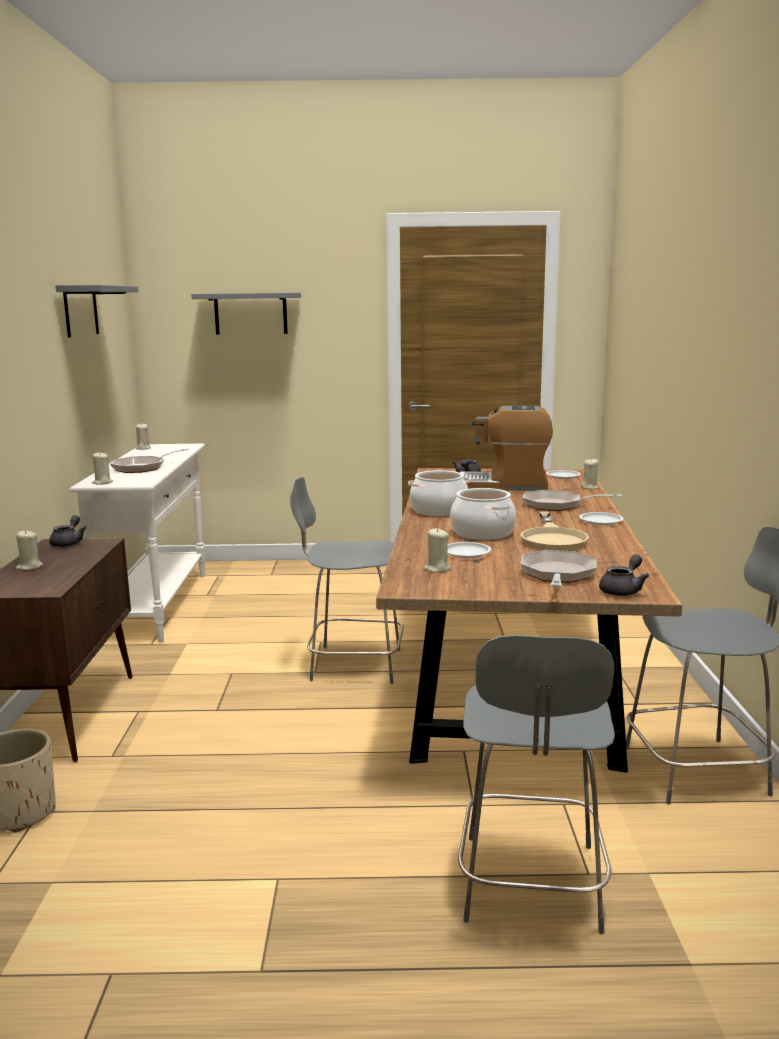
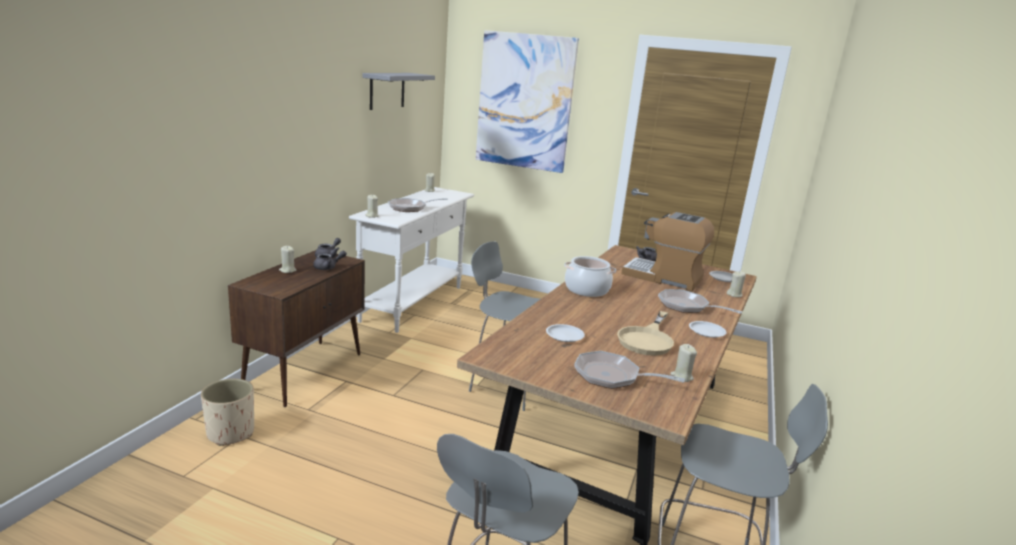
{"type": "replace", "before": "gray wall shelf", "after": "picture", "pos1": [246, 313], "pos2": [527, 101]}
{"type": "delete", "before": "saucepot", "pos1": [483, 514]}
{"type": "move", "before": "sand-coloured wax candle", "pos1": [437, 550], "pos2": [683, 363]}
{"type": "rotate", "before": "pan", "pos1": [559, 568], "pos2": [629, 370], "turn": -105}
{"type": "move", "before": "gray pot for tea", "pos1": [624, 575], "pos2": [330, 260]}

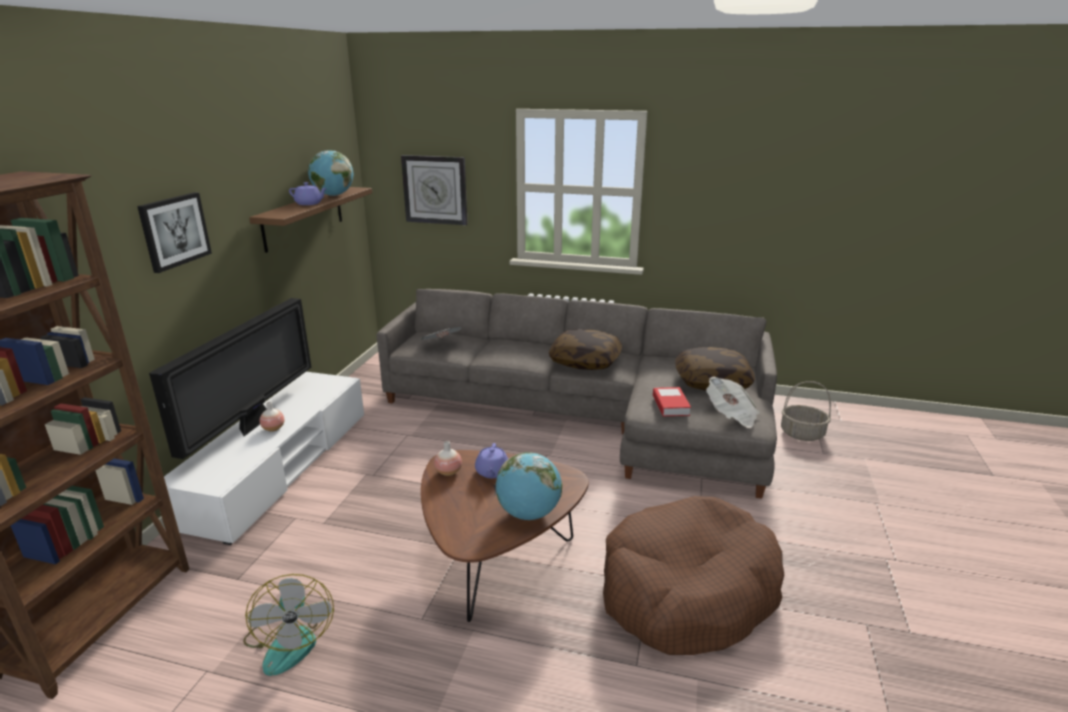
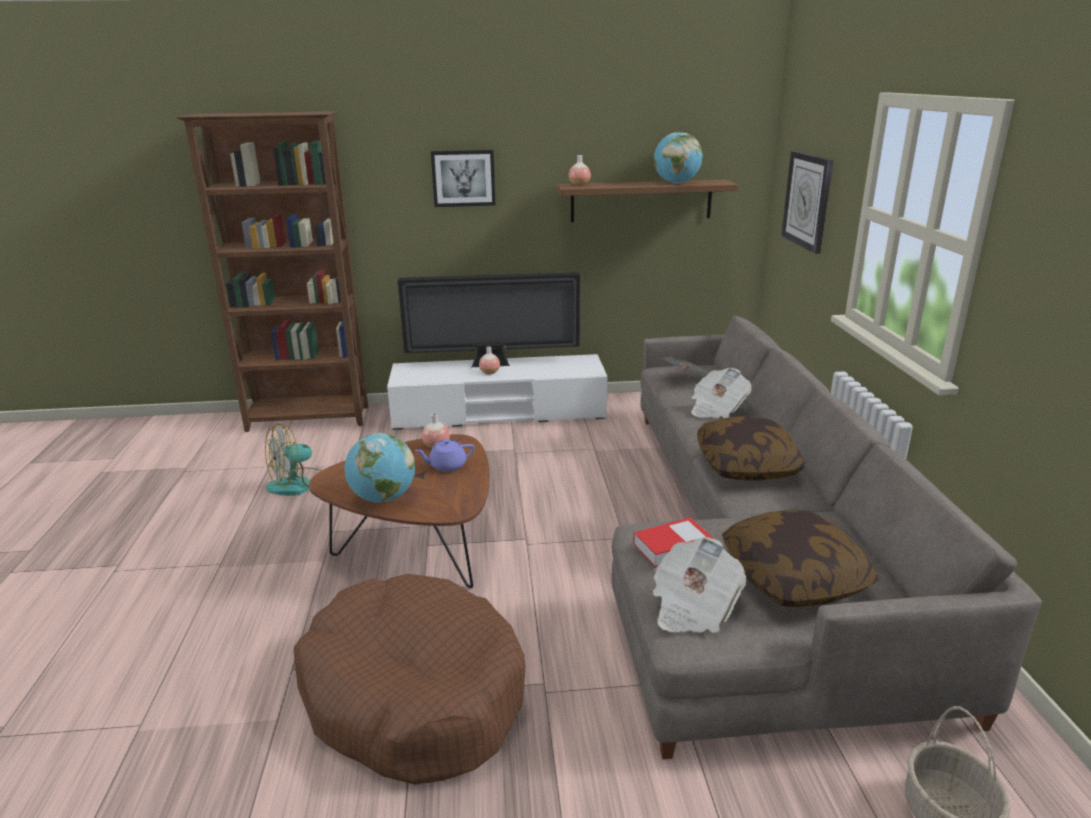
{"type": "delete", "before": "purple-coloured pot for tea", "pos1": [308, 193]}
{"type": "insert", "after": "flower vase", "pos2": [580, 170]}
{"type": "insert", "after": "printed paper", "pos2": [721, 393]}

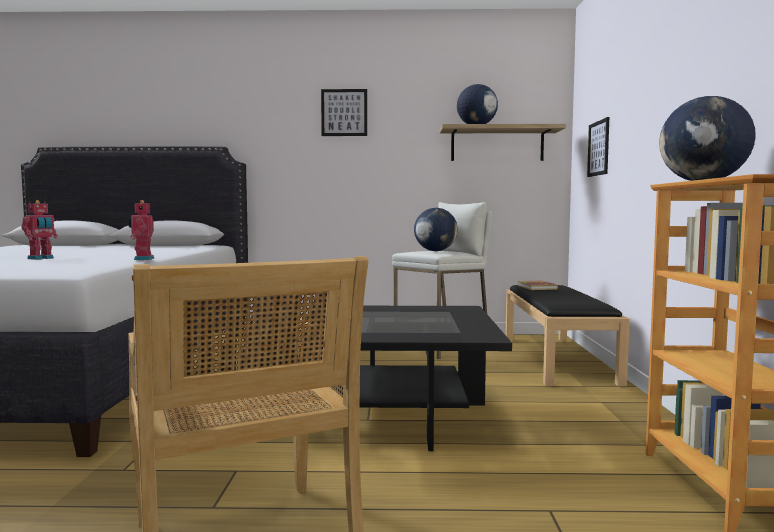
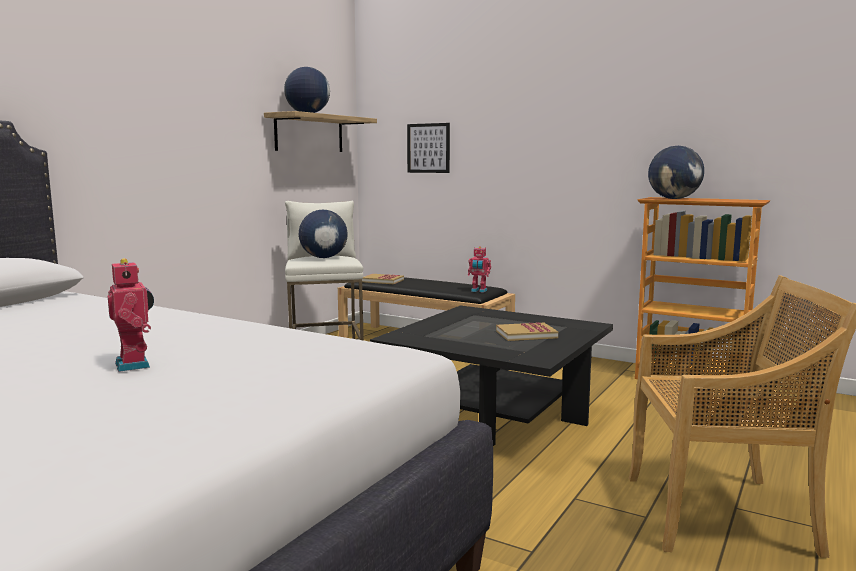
{"type": "delete", "before": "picture", "pos1": [344, 112]}
{"type": "move", "before": "robot figure", "pos1": [141, 230], "pos2": [479, 269]}
{"type": "insert", "after": "volume", "pos2": [527, 331]}

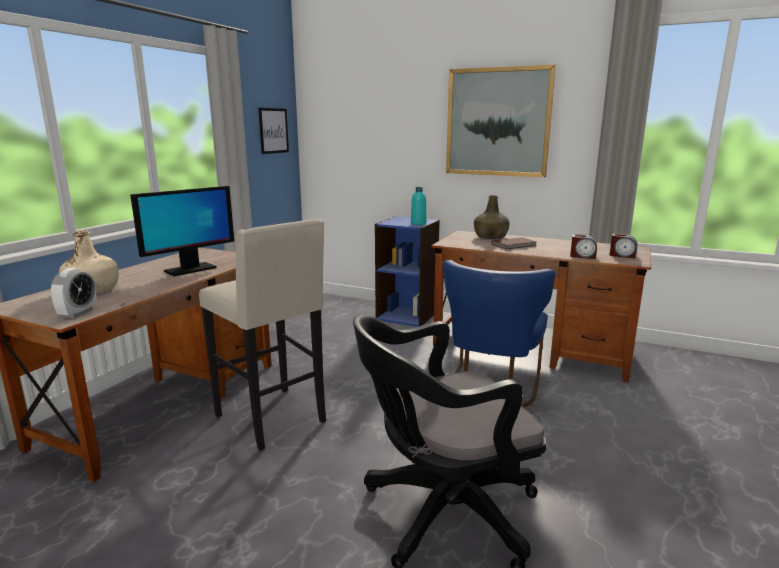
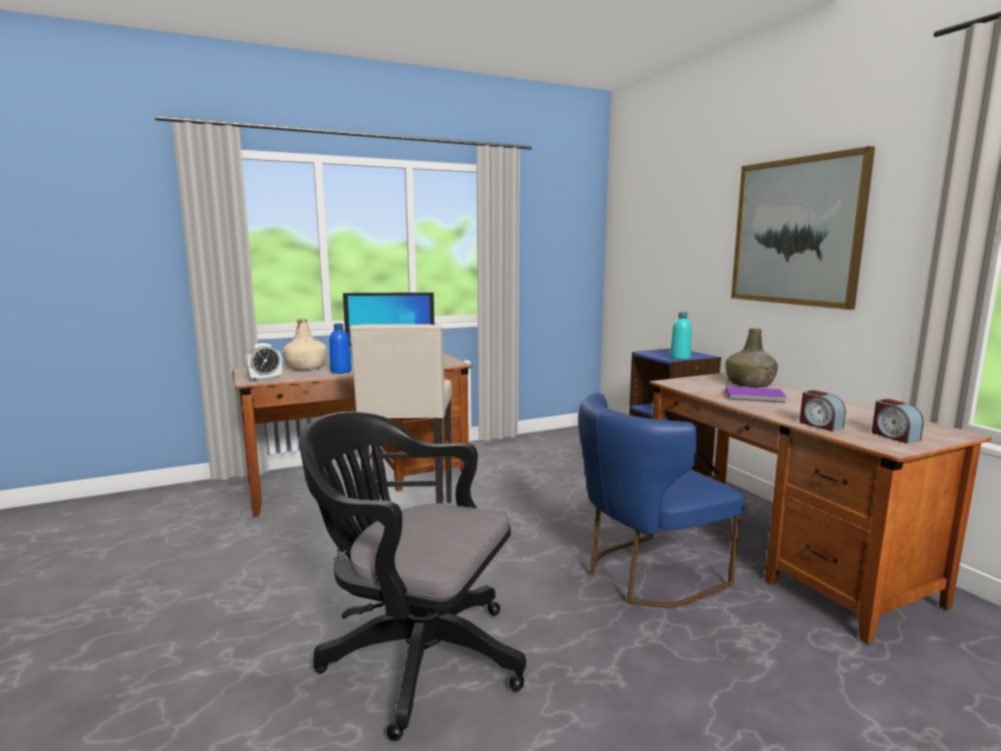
{"type": "delete", "before": "picture", "pos1": [273, 131]}
{"type": "recolor", "before": "brownish volume", "after": "purple-coloured volume", "pos1": [514, 243], "pos2": [756, 394]}
{"type": "insert", "after": "blue bottle", "pos2": [340, 348]}

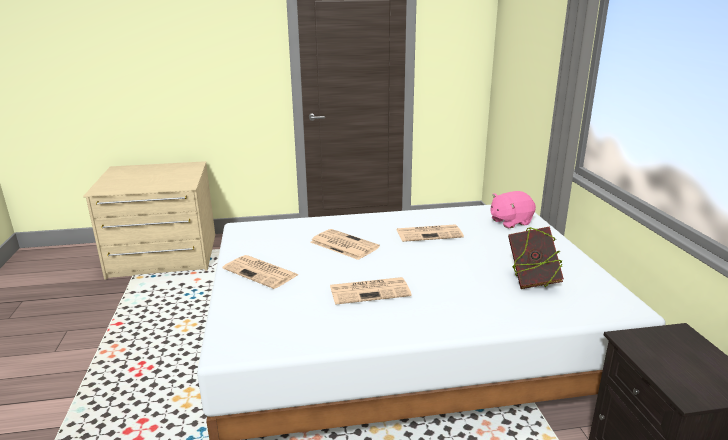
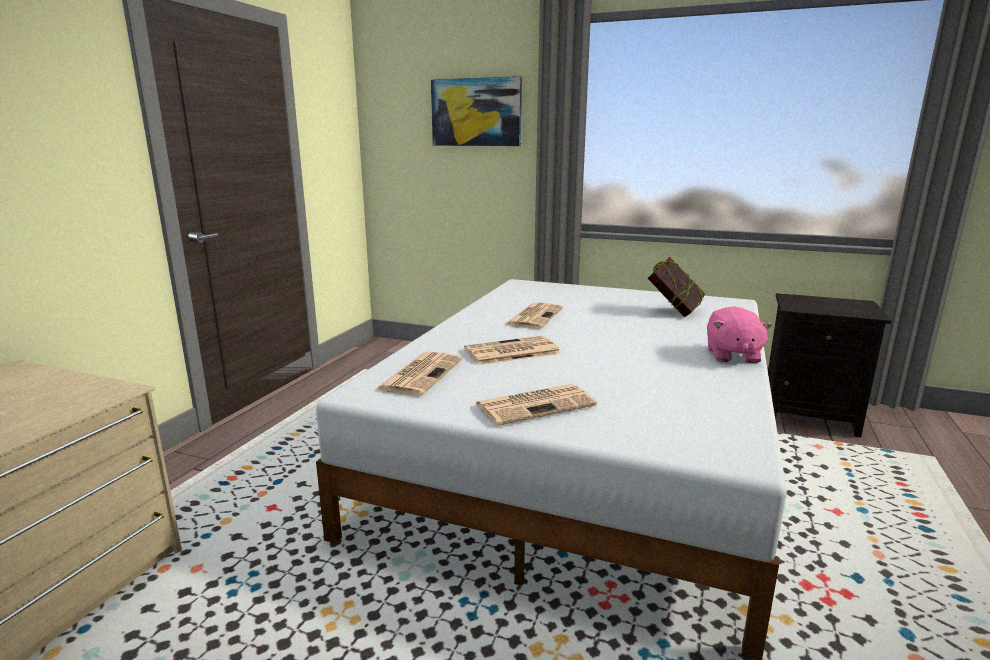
{"type": "move", "before": "pink-coloured soft toy", "pos1": [513, 209], "pos2": [740, 334]}
{"type": "move", "before": "printed paper", "pos1": [371, 291], "pos2": [418, 374]}
{"type": "insert", "after": "picture", "pos2": [476, 111]}

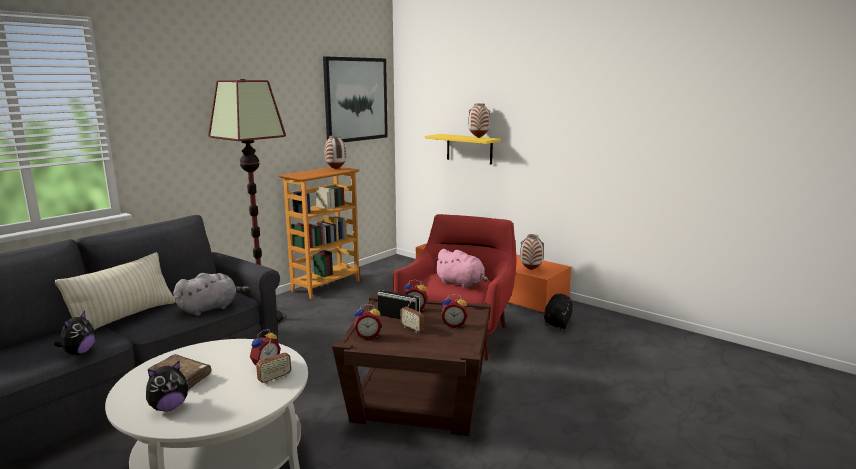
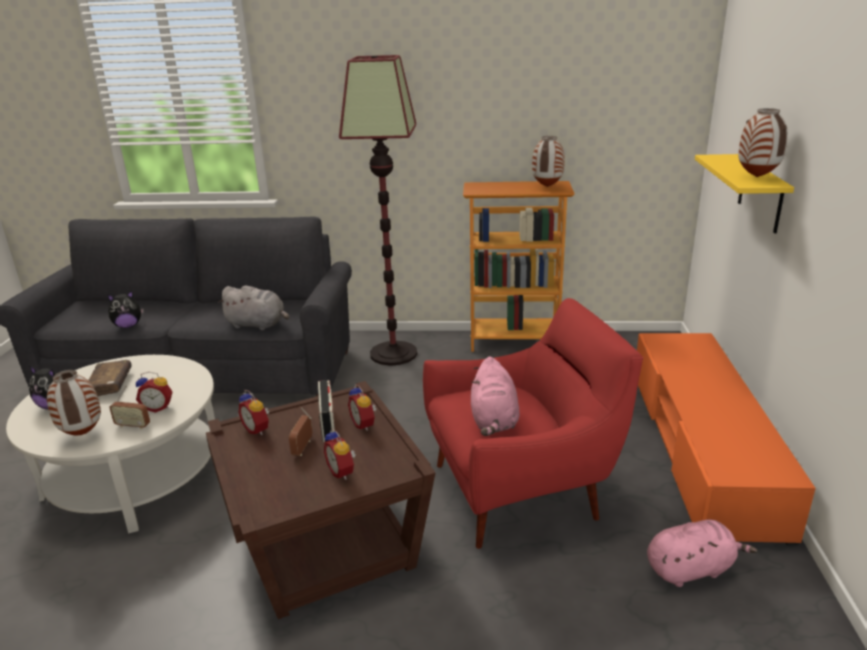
{"type": "delete", "before": "picture", "pos1": [355, 99]}
{"type": "move", "before": "flower vase", "pos1": [532, 252], "pos2": [74, 402]}
{"type": "delete", "before": "sand-coloured pillow", "pos1": [115, 291]}
{"type": "recolor", "before": "black-coloured soft toy", "after": "pink-coloured soft toy", "pos1": [558, 311], "pos2": [702, 553]}

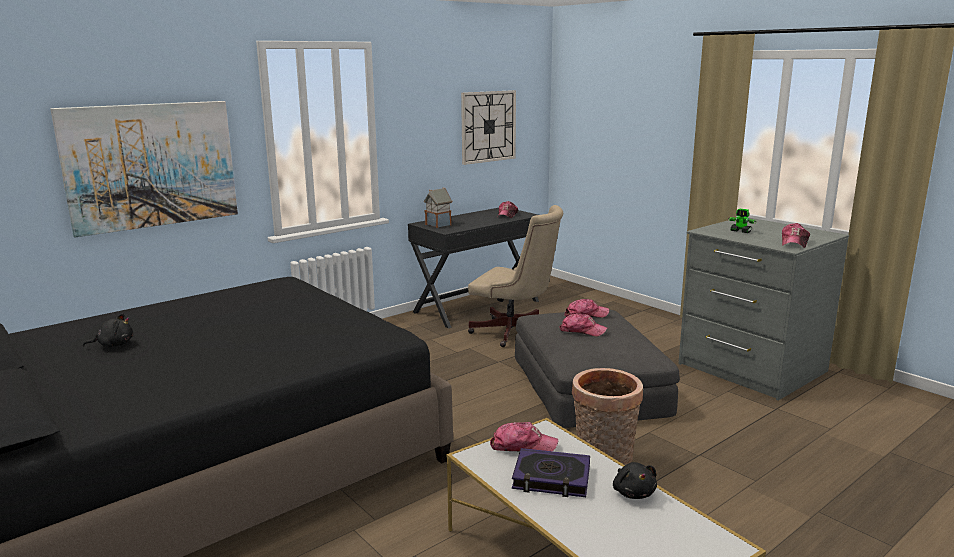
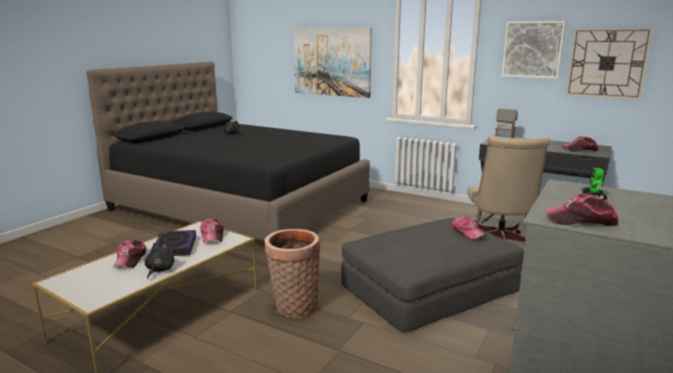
{"type": "move", "before": "baseball cap", "pos1": [583, 324], "pos2": [130, 254]}
{"type": "rotate", "before": "black-coloured soft toy", "pos1": [635, 480], "pos2": [159, 260], "turn": 135}
{"type": "insert", "after": "picture", "pos2": [534, 50]}

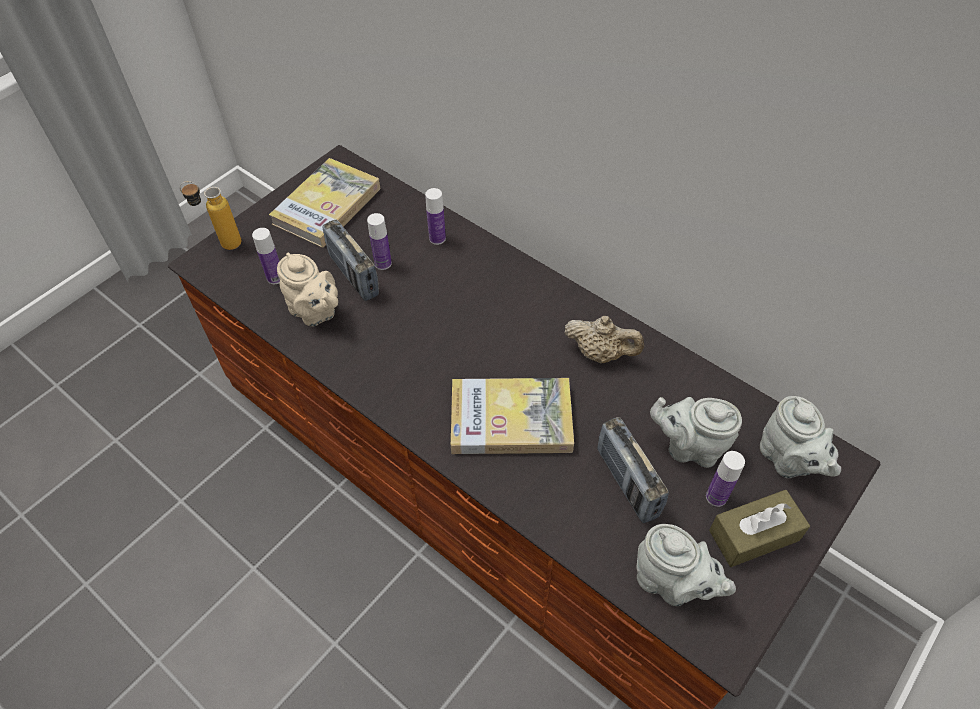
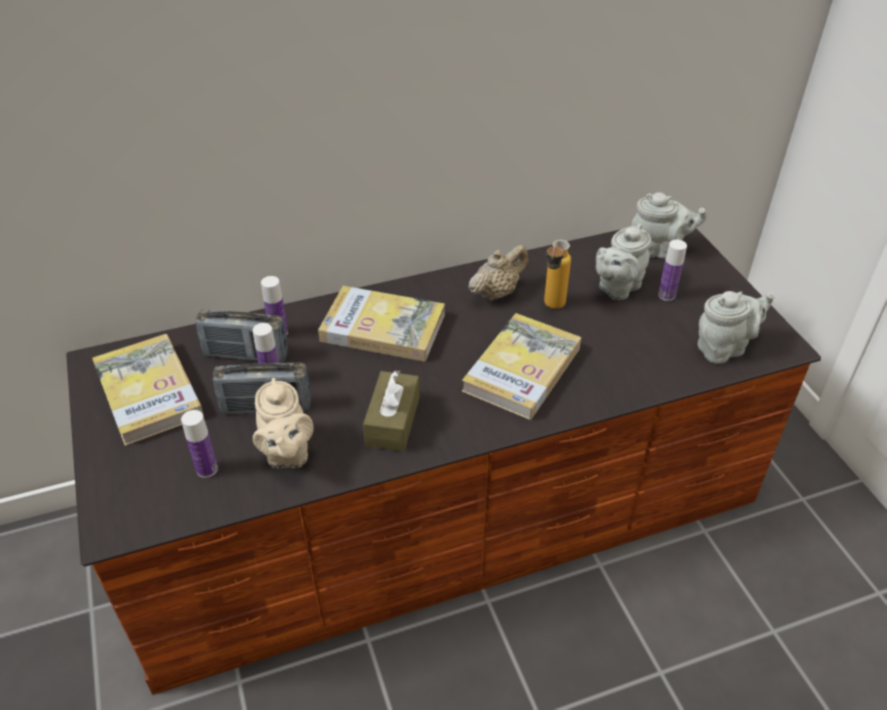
{"type": "move", "before": "bottle", "pos1": [210, 215], "pos2": [557, 274]}
{"type": "rotate", "before": "sand-coloured pot for tea", "pos1": [307, 290], "pos2": [283, 423], "turn": 90}
{"type": "move", "before": "radio set", "pos1": [633, 470], "pos2": [241, 336]}
{"type": "move", "before": "brownish tissue box", "pos1": [759, 528], "pos2": [391, 411]}
{"type": "insert", "after": "volume", "pos2": [381, 324]}

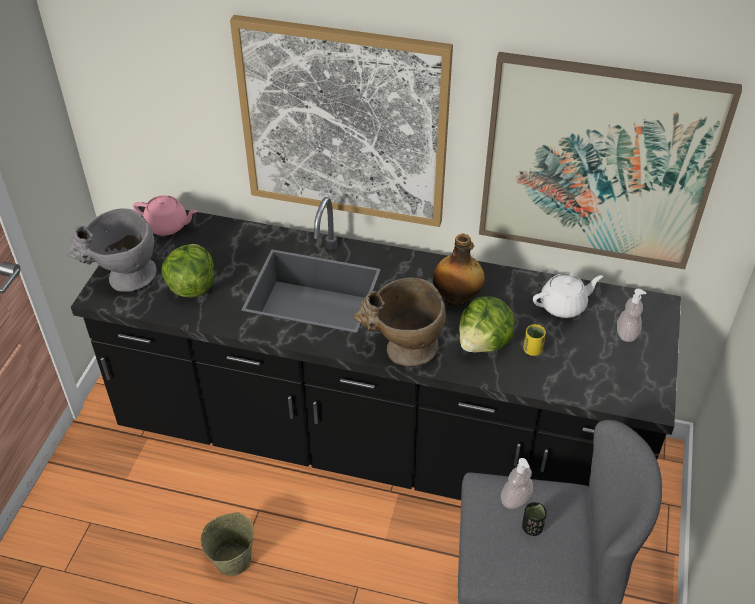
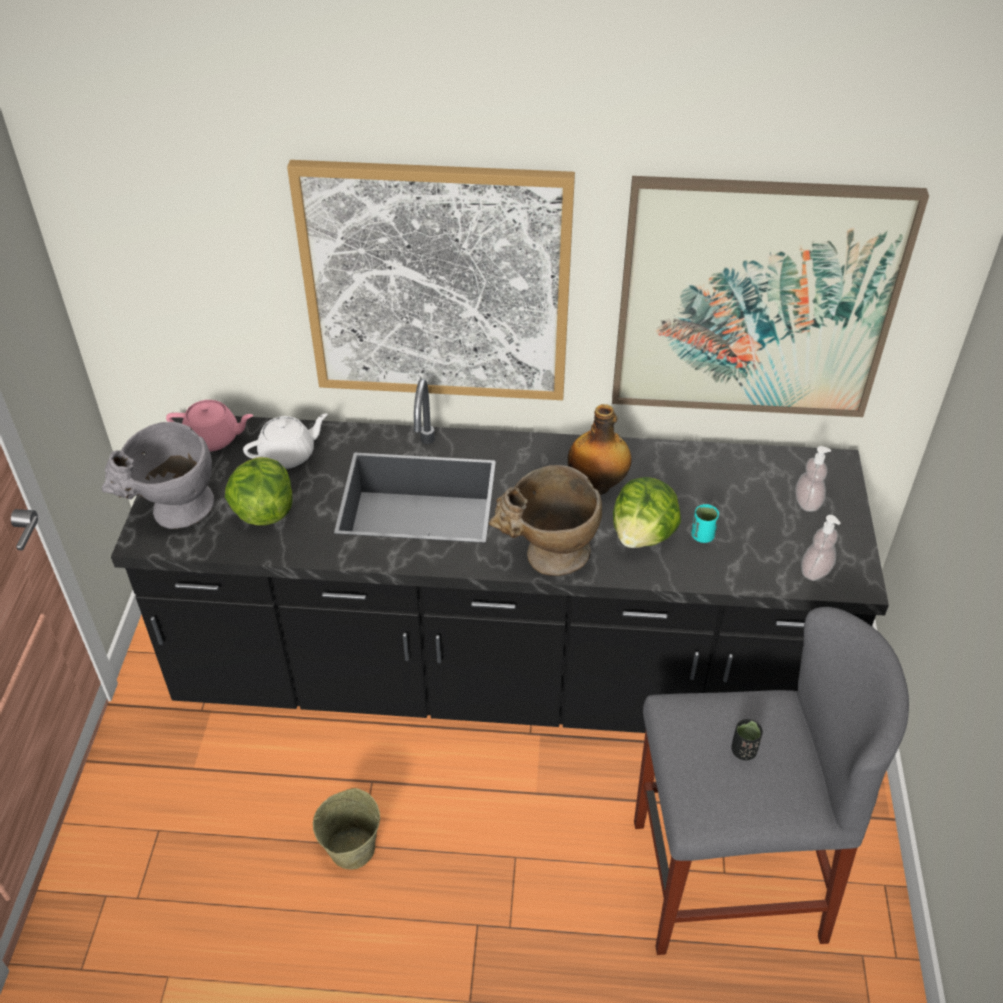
{"type": "move", "before": "whitish pot for tea", "pos1": [568, 295], "pos2": [285, 441]}
{"type": "recolor", "before": "yellow-coloured small cup", "after": "turquoise small cup", "pos1": [535, 340], "pos2": [705, 523]}
{"type": "move", "before": "soap bottle", "pos1": [517, 483], "pos2": [820, 548]}

